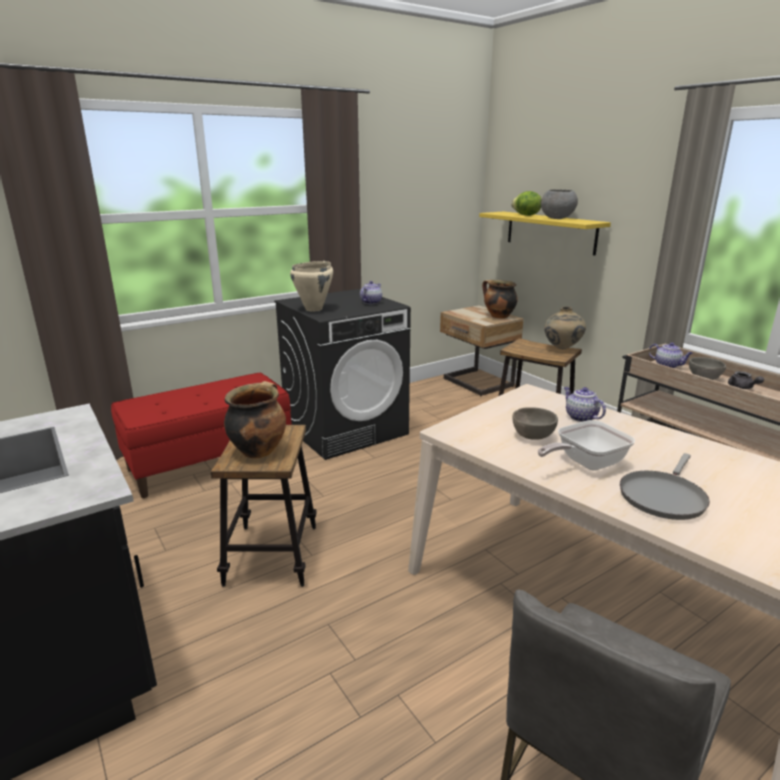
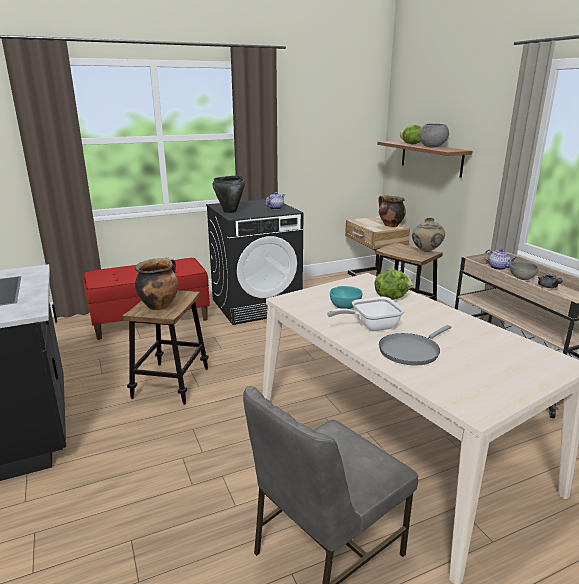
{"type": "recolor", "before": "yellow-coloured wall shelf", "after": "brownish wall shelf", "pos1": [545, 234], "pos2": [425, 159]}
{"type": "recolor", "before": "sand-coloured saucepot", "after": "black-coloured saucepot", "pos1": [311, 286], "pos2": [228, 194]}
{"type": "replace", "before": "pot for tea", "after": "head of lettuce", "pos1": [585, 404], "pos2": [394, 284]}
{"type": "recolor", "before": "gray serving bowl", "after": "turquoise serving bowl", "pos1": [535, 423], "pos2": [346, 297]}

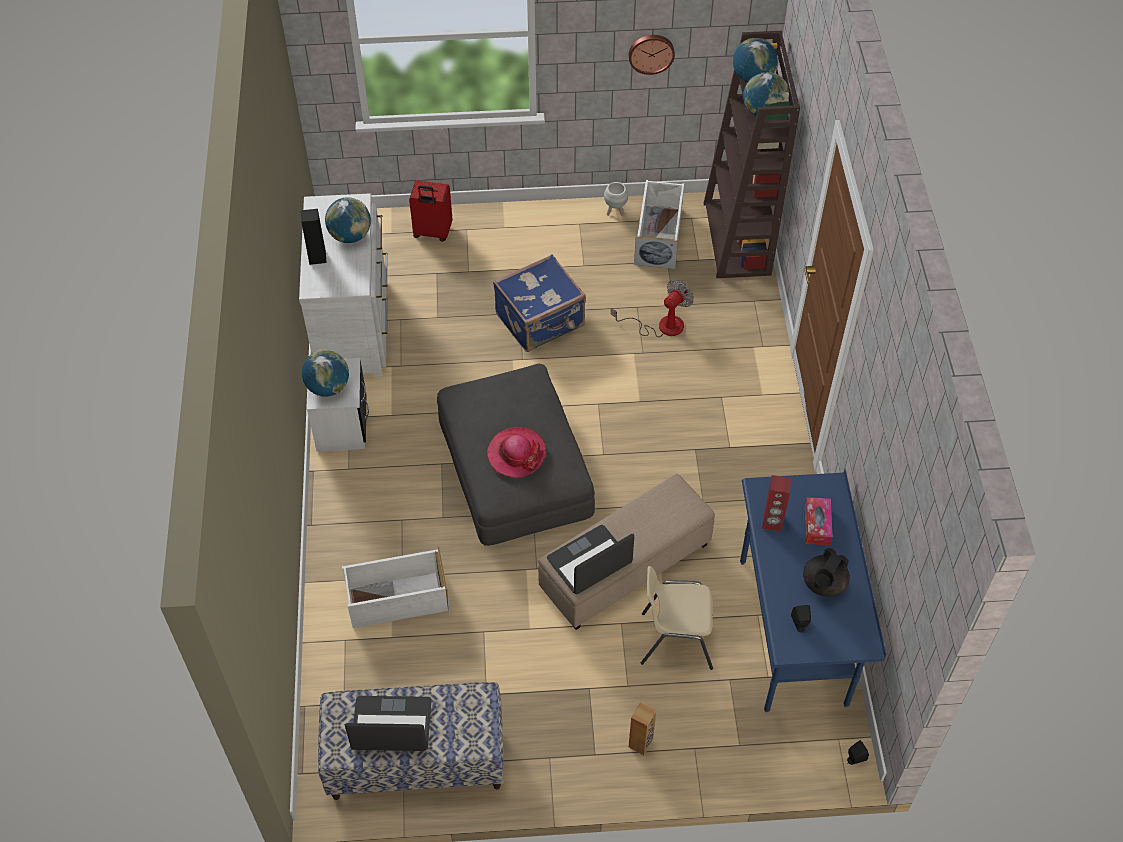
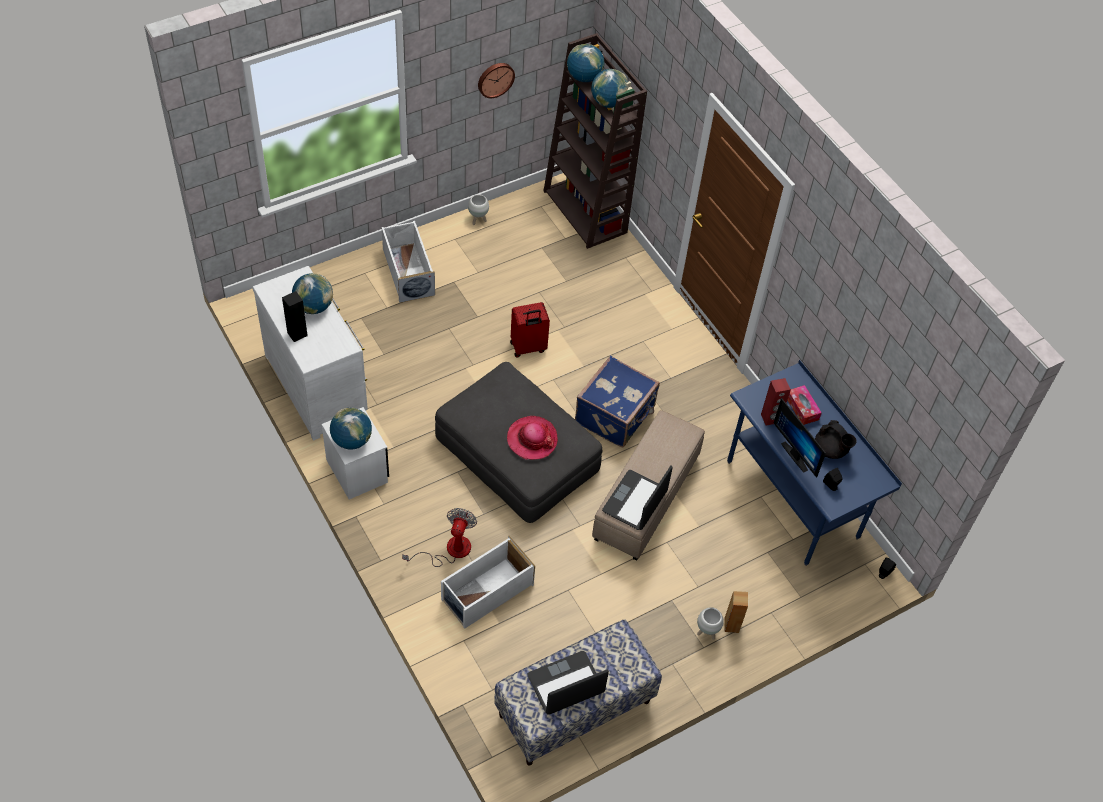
{"type": "move", "before": "reddish suitcase", "pos1": [431, 210], "pos2": [530, 330]}
{"type": "move", "before": "whitish storage bin", "pos1": [659, 224], "pos2": [408, 262]}
{"type": "move", "before": "blue suitcase", "pos1": [539, 303], "pos2": [617, 401]}
{"type": "move", "before": "fan", "pos1": [652, 308], "pos2": [439, 537]}
{"type": "rotate", "before": "black-coloured pot for tea", "pos1": [826, 572], "pos2": [836, 439], "turn": -45}
{"type": "delete", "before": "sand-coloured plain chair", "pos1": [677, 618]}
{"type": "insert", "after": "computer screen", "pos2": [800, 437]}
{"type": "insert", "after": "whitish plant pot", "pos2": [710, 623]}

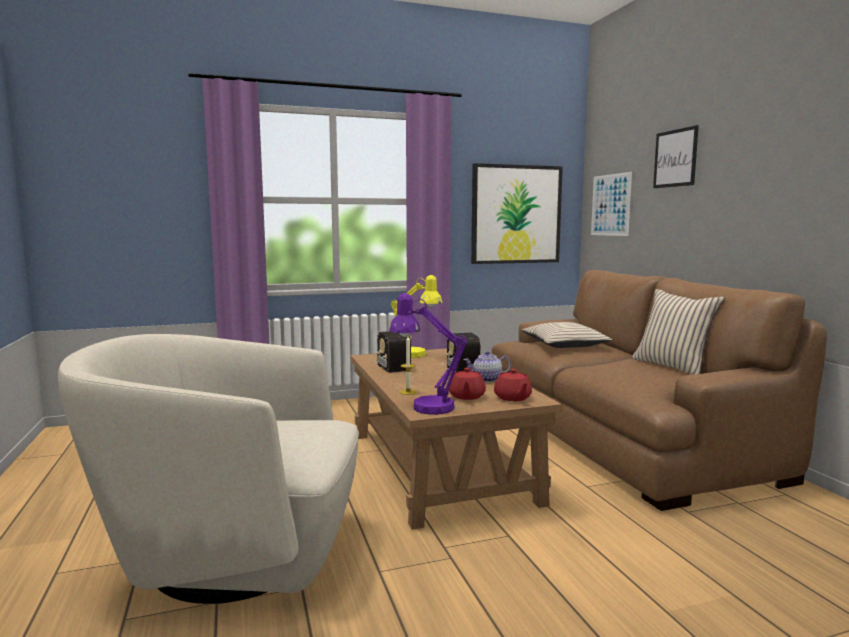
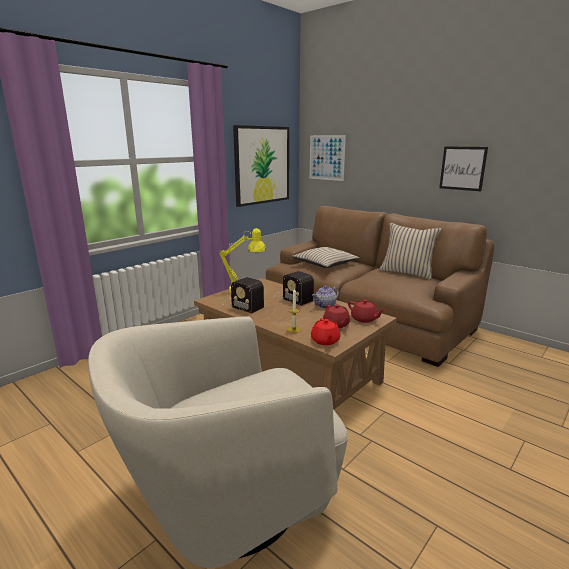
{"type": "move", "before": "picture", "pos1": [676, 156], "pos2": [463, 168]}
{"type": "replace", "before": "purple-coloured lamp for a table", "after": "reddish pot for tea", "pos1": [428, 354], "pos2": [326, 331]}

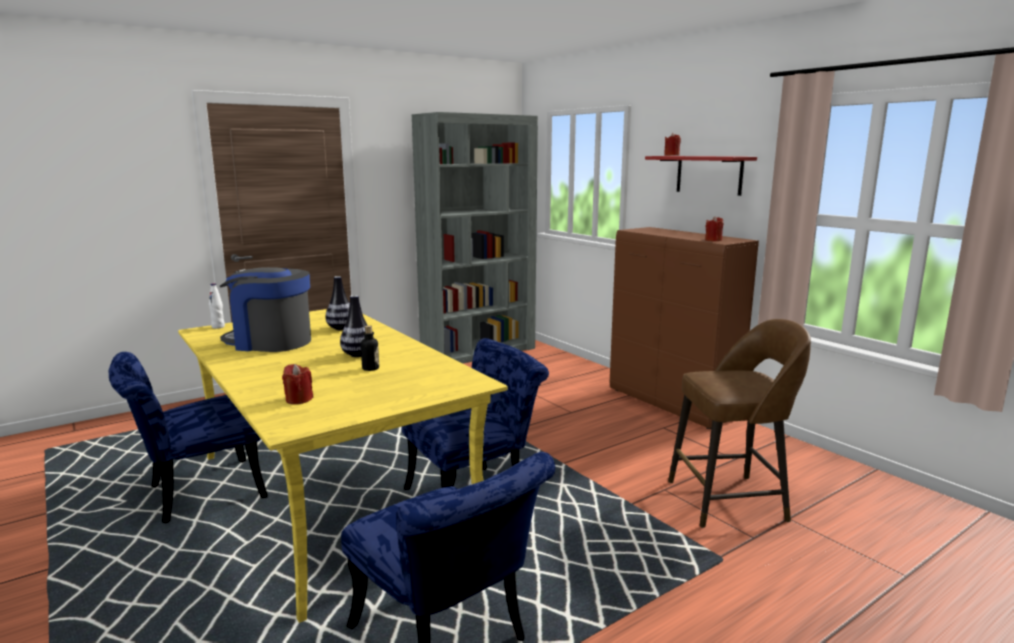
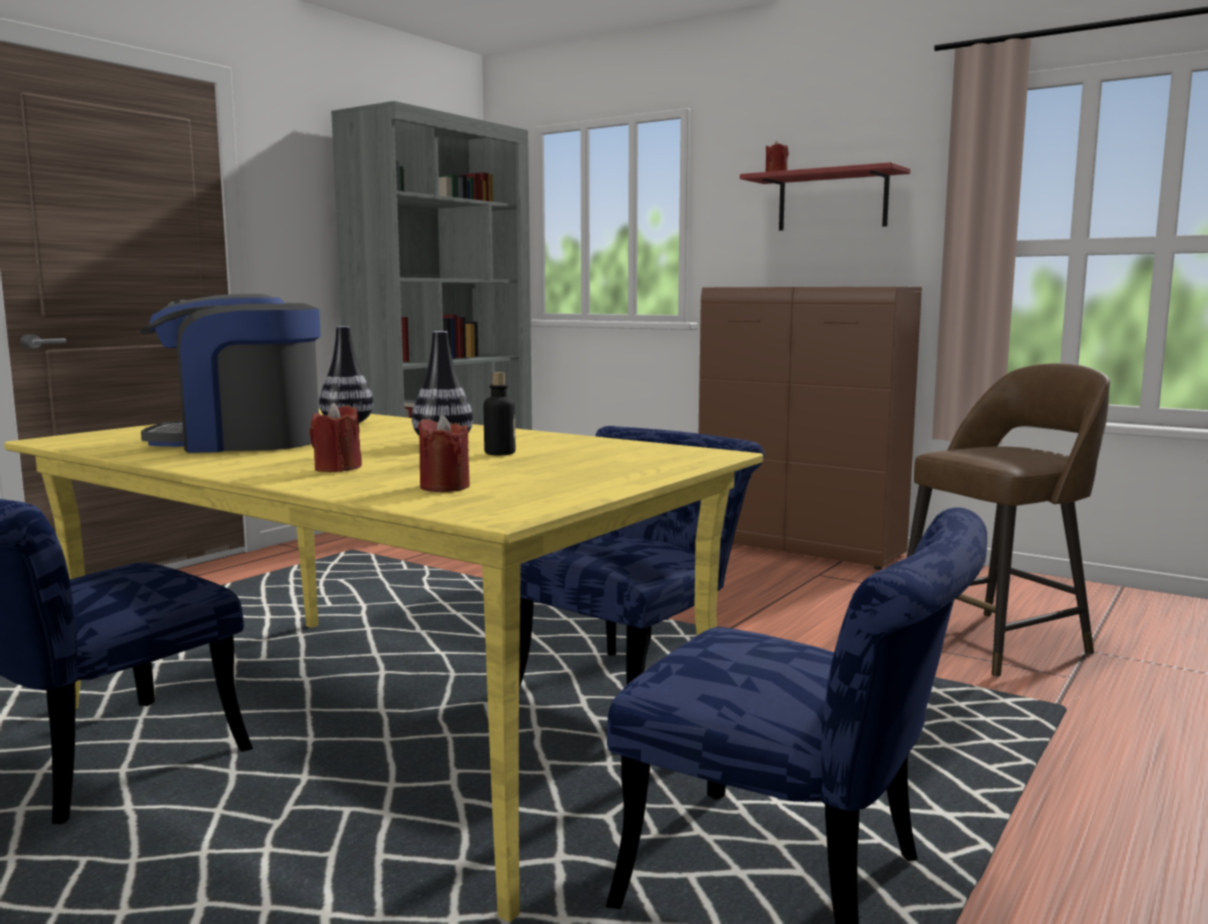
{"type": "move", "before": "reddish wax candle", "pos1": [714, 228], "pos2": [335, 437]}
{"type": "delete", "before": "whitish bottle", "pos1": [217, 306]}

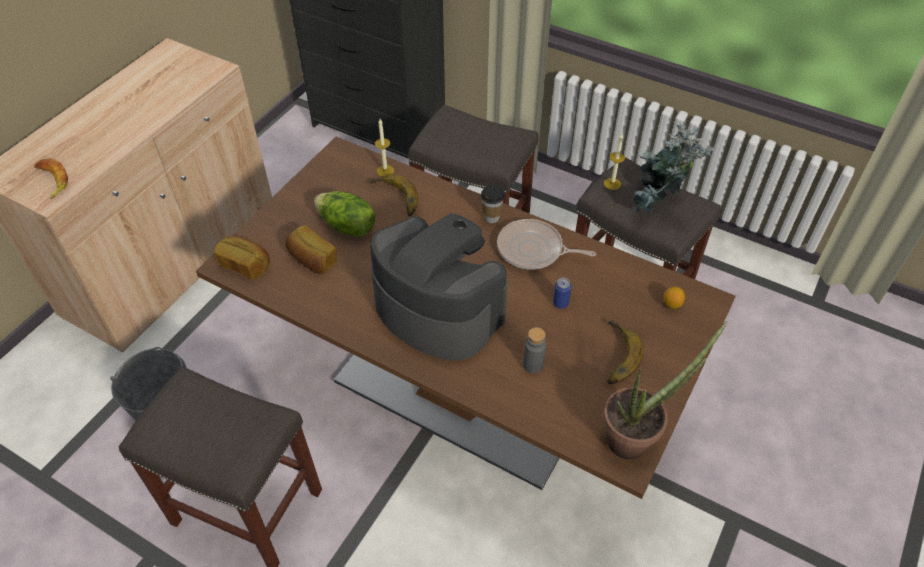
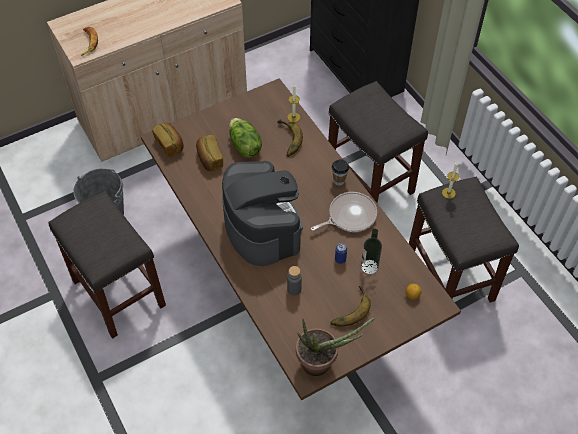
{"type": "delete", "before": "houseplant", "pos1": [675, 168]}
{"type": "rotate", "before": "pan", "pos1": [546, 244], "pos2": [344, 212], "turn": 105}
{"type": "insert", "after": "bottle", "pos2": [371, 251]}

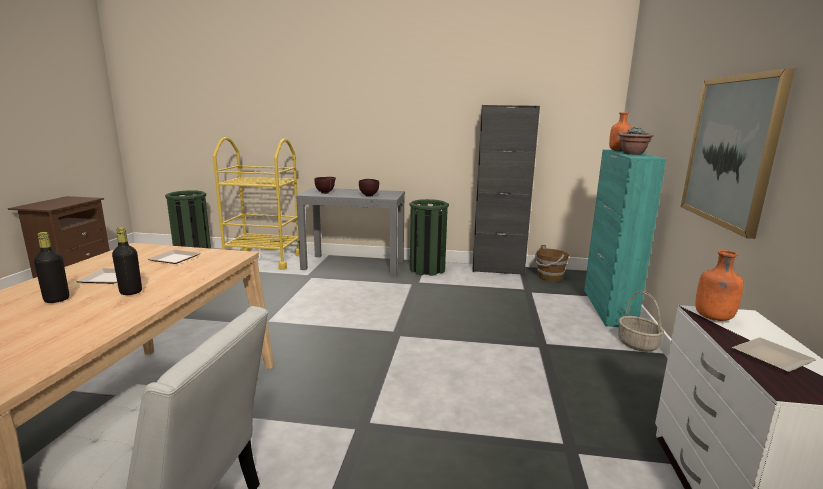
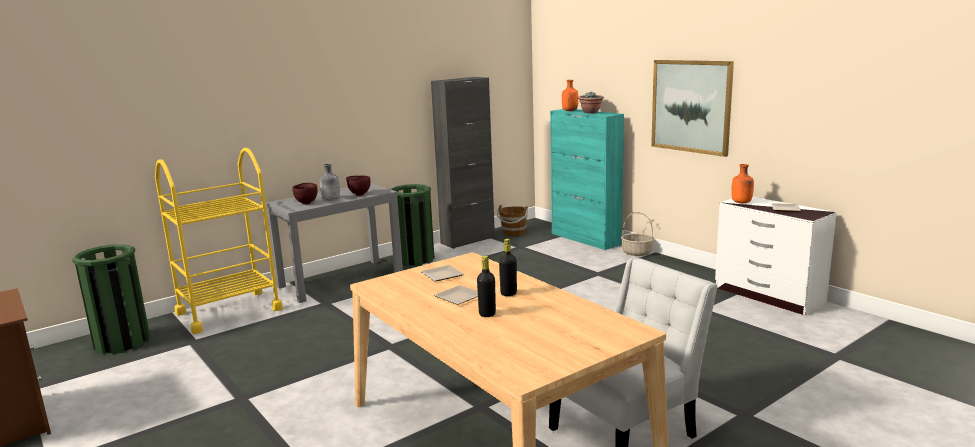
{"type": "insert", "after": "gray bottle", "pos2": [330, 182]}

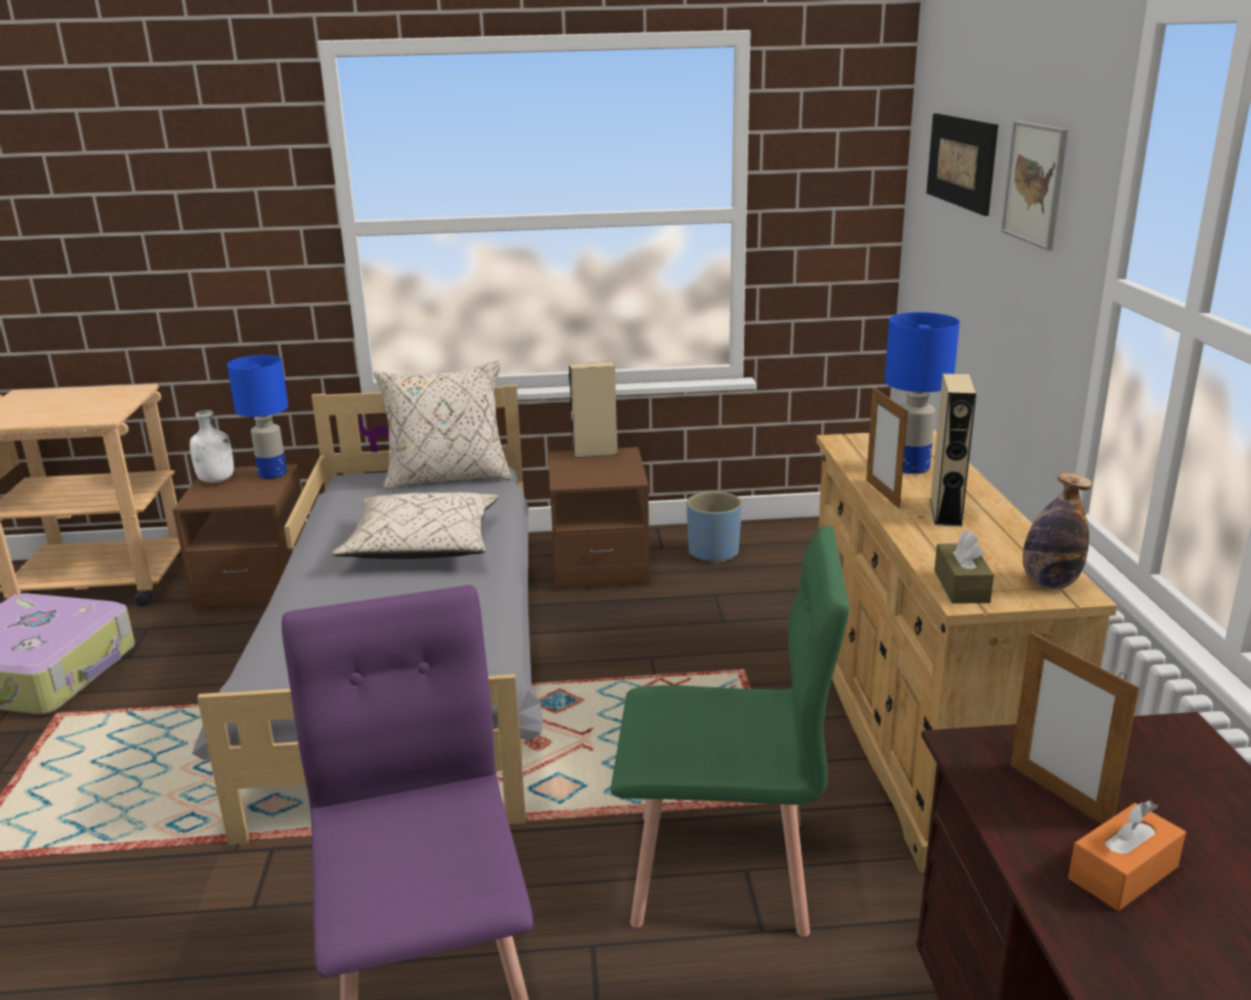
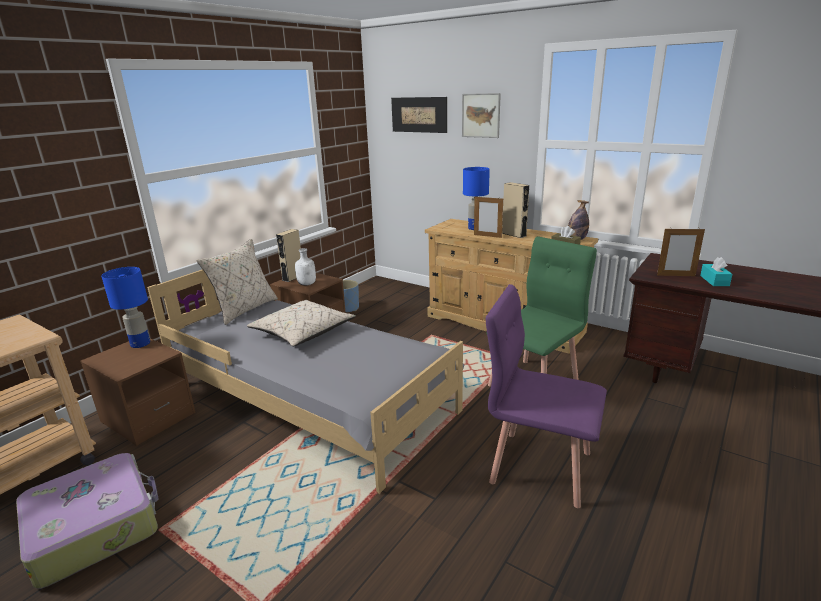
{"type": "move", "before": "whitish bottle", "pos1": [212, 446], "pos2": [305, 267]}
{"type": "recolor", "before": "orange-coloured tissue box", "after": "turquoise tissue box", "pos1": [1127, 855], "pos2": [716, 271]}

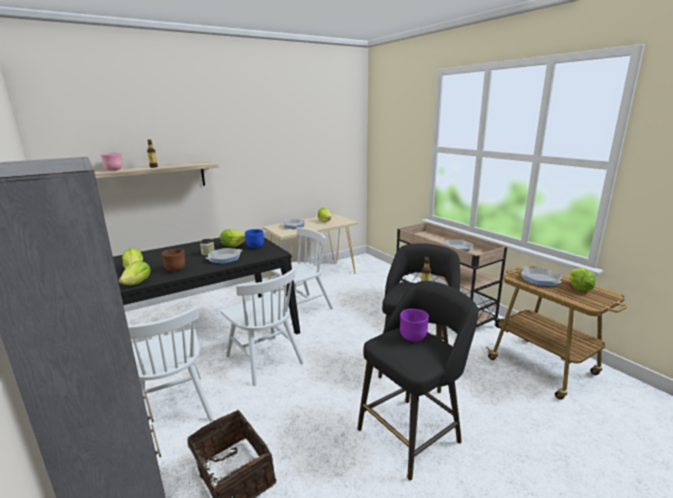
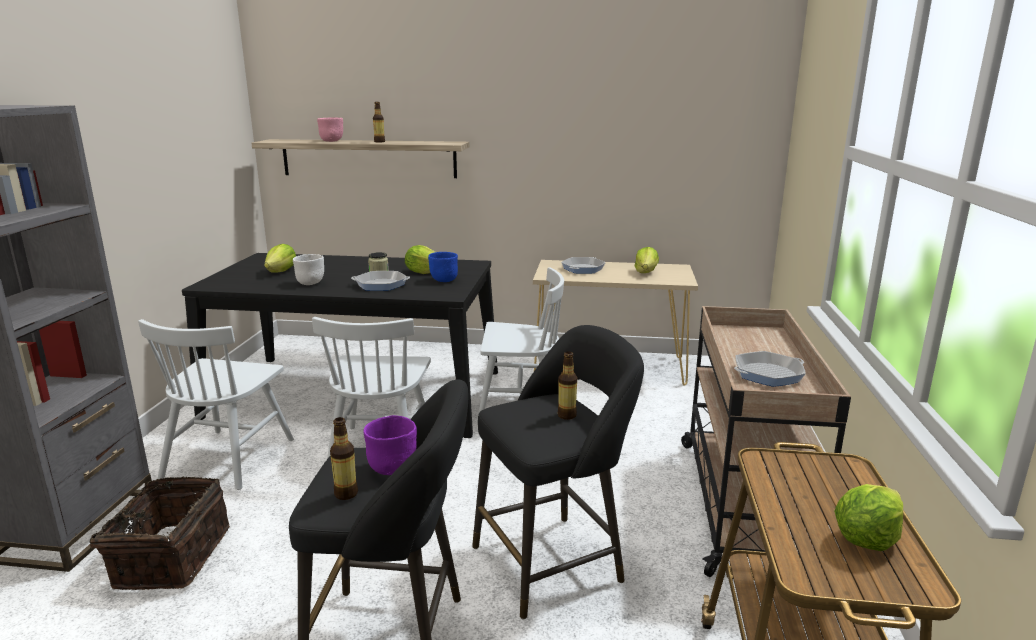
{"type": "recolor", "before": "brownish serving bowl", "after": "whitish serving bowl", "pos1": [173, 260], "pos2": [308, 269]}
{"type": "delete", "before": "head of lettuce", "pos1": [135, 273]}
{"type": "delete", "before": "pan", "pos1": [542, 276]}
{"type": "insert", "after": "bottle", "pos2": [344, 458]}

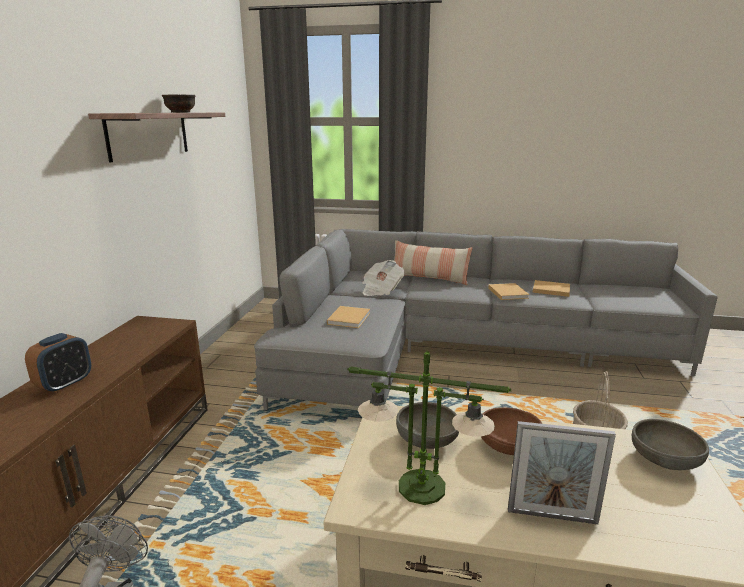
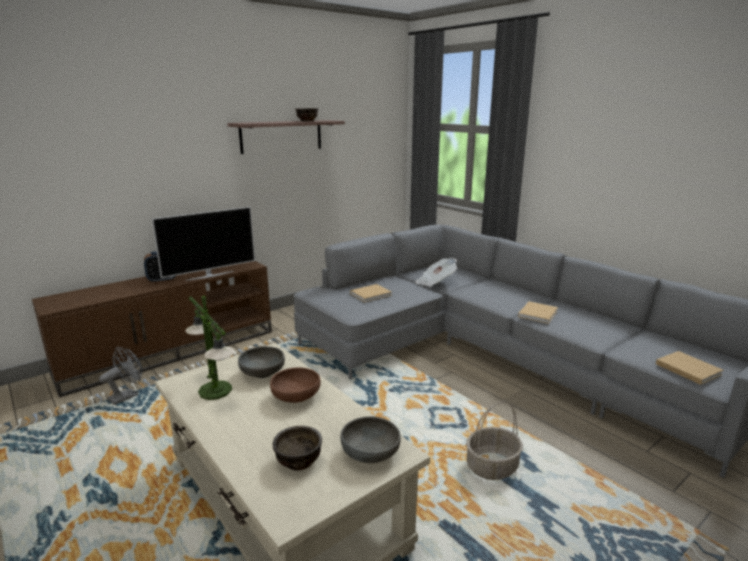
{"type": "delete", "before": "pillow", "pos1": [433, 262]}
{"type": "move", "before": "sand-coloured volume", "pos1": [551, 288], "pos2": [690, 368]}
{"type": "delete", "before": "picture frame", "pos1": [562, 472]}
{"type": "insert", "after": "TV set", "pos2": [203, 244]}
{"type": "insert", "after": "brownish serving bowl", "pos2": [297, 448]}

